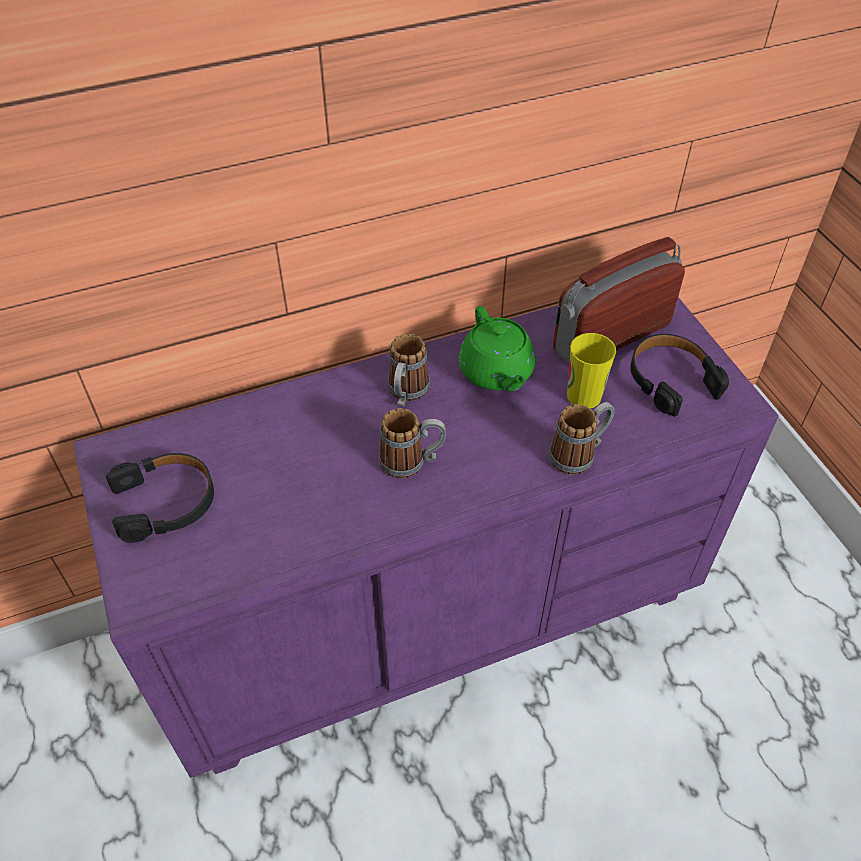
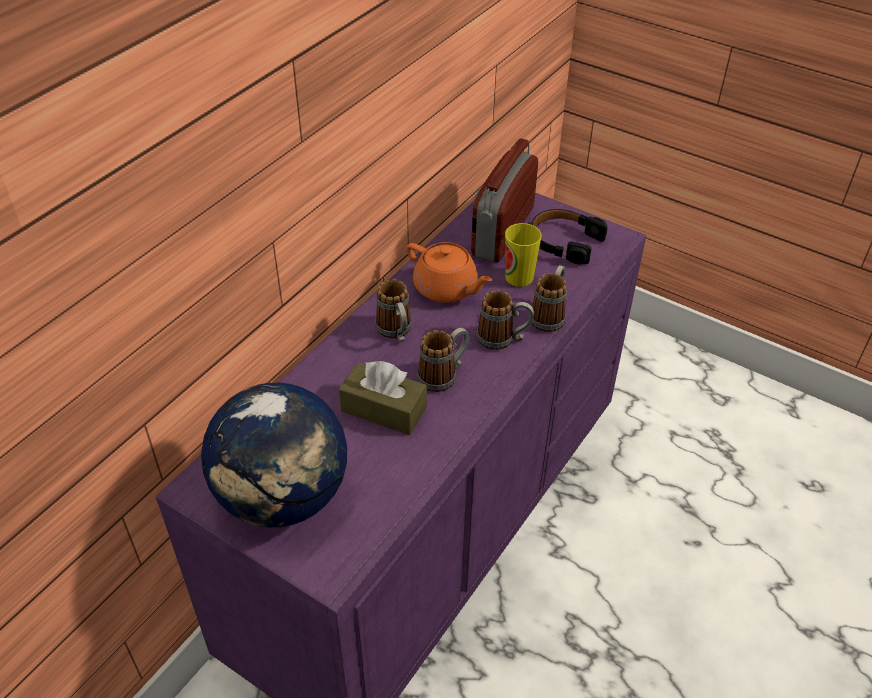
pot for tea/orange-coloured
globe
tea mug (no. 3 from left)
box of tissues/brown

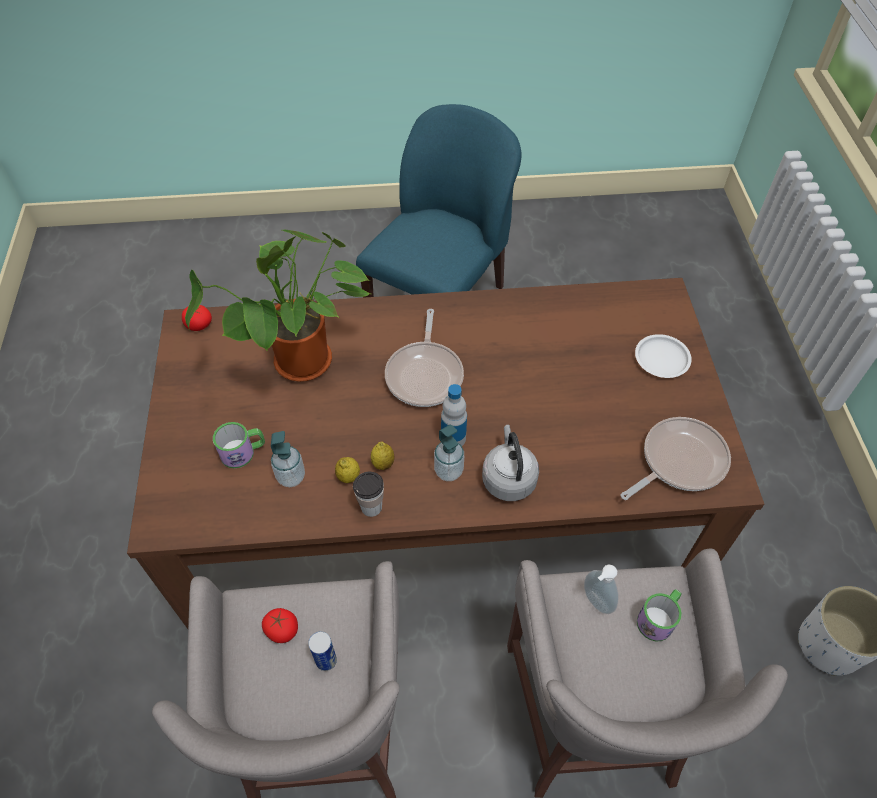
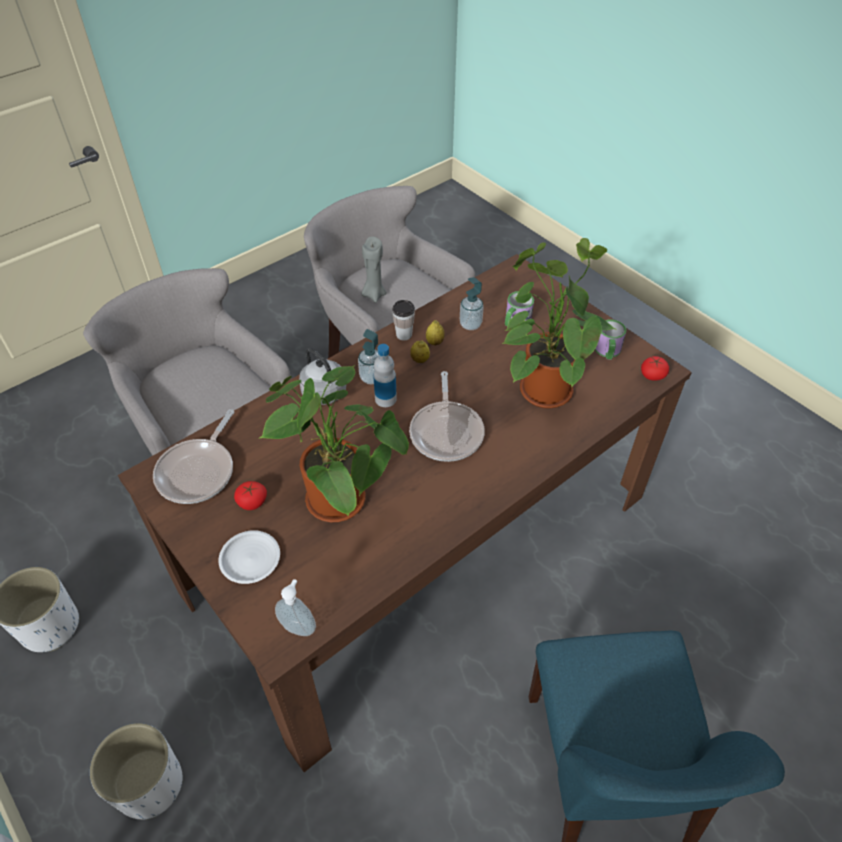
skillet (no. 2 from left)
soap dispenser (no. 1 from left)
tea mug (no. 2 from left)
whole tomato (no. 1 from left)
candle/greyish
plant in a pot (no. 1 from left)
planter/white-coloured (no. 2 from left)

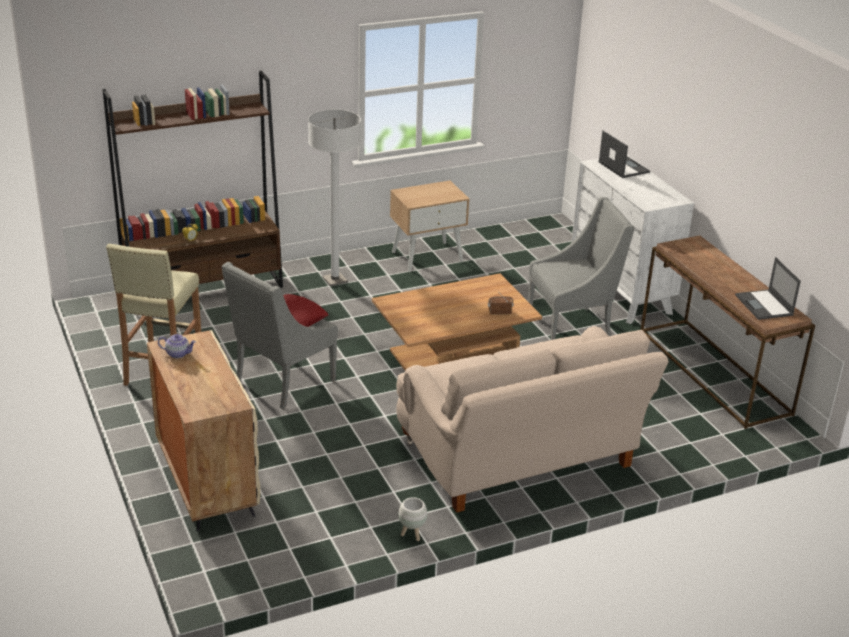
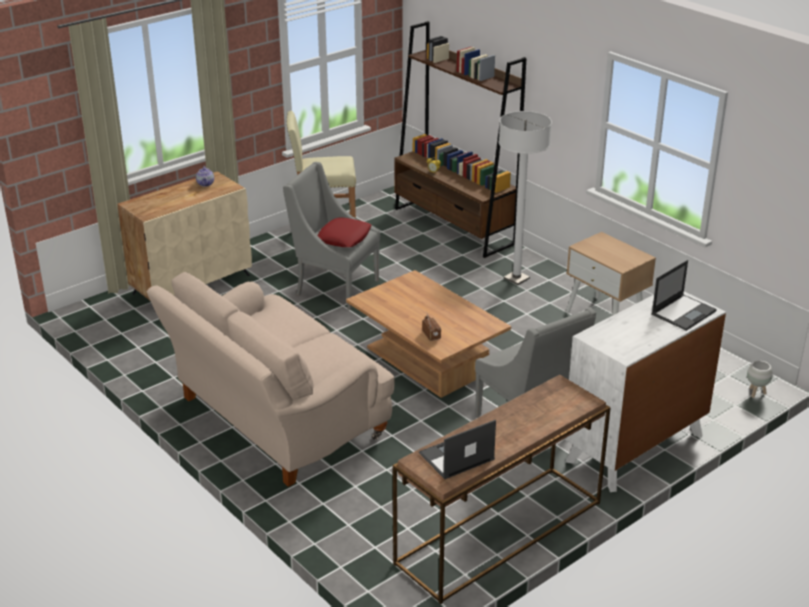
planter/white-coloured

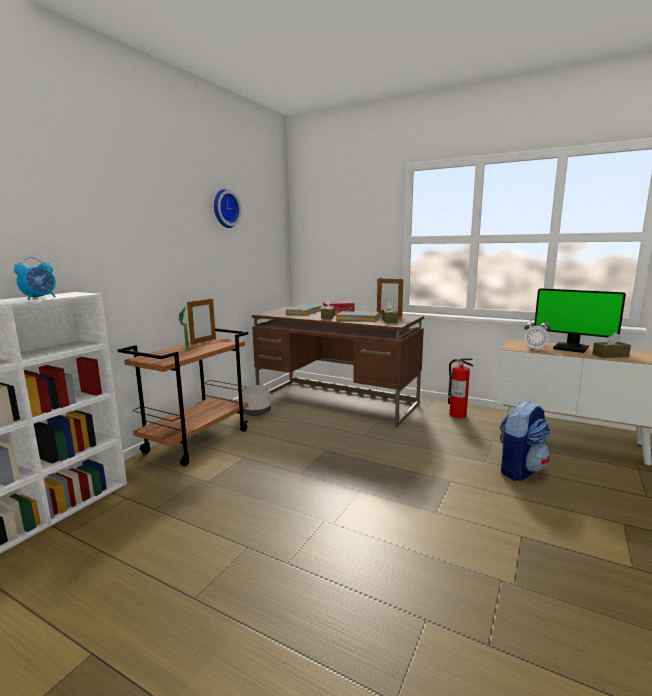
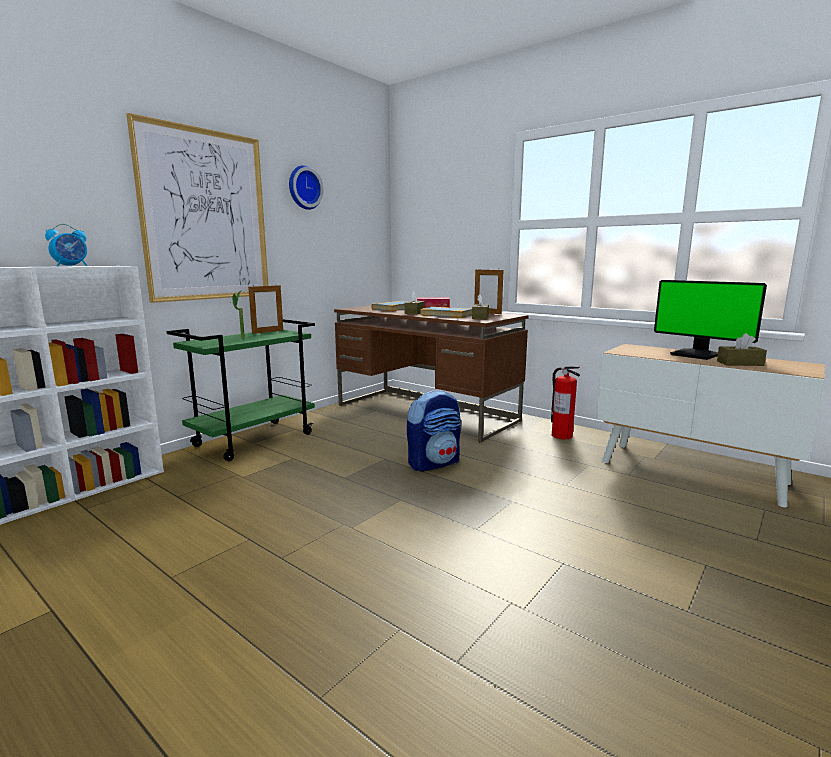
alarm clock (no. 2 from left in the first image)
cart/green-coloured
planter/greyish
knapsack
picture

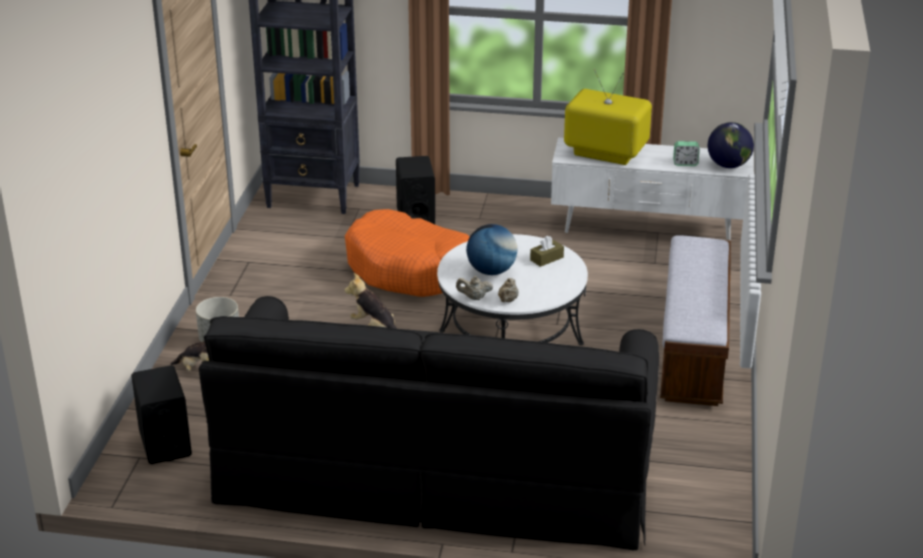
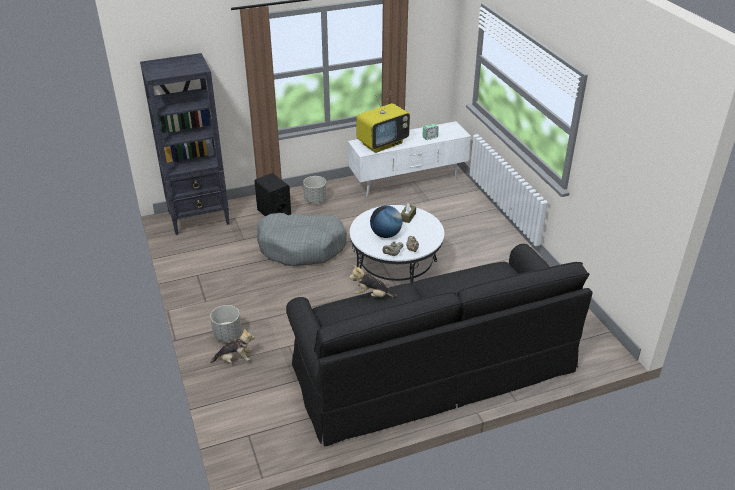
television
globe (no. 2 from left in the first image)
dog cushion/greyish
bench
audio speaker/black-coloured (no. 1 from left in the first image)
planter/greyish (no. 2 from left)

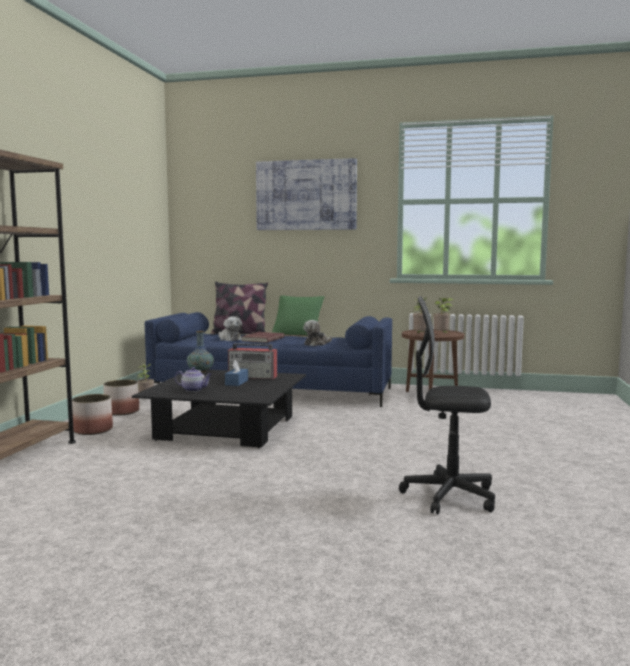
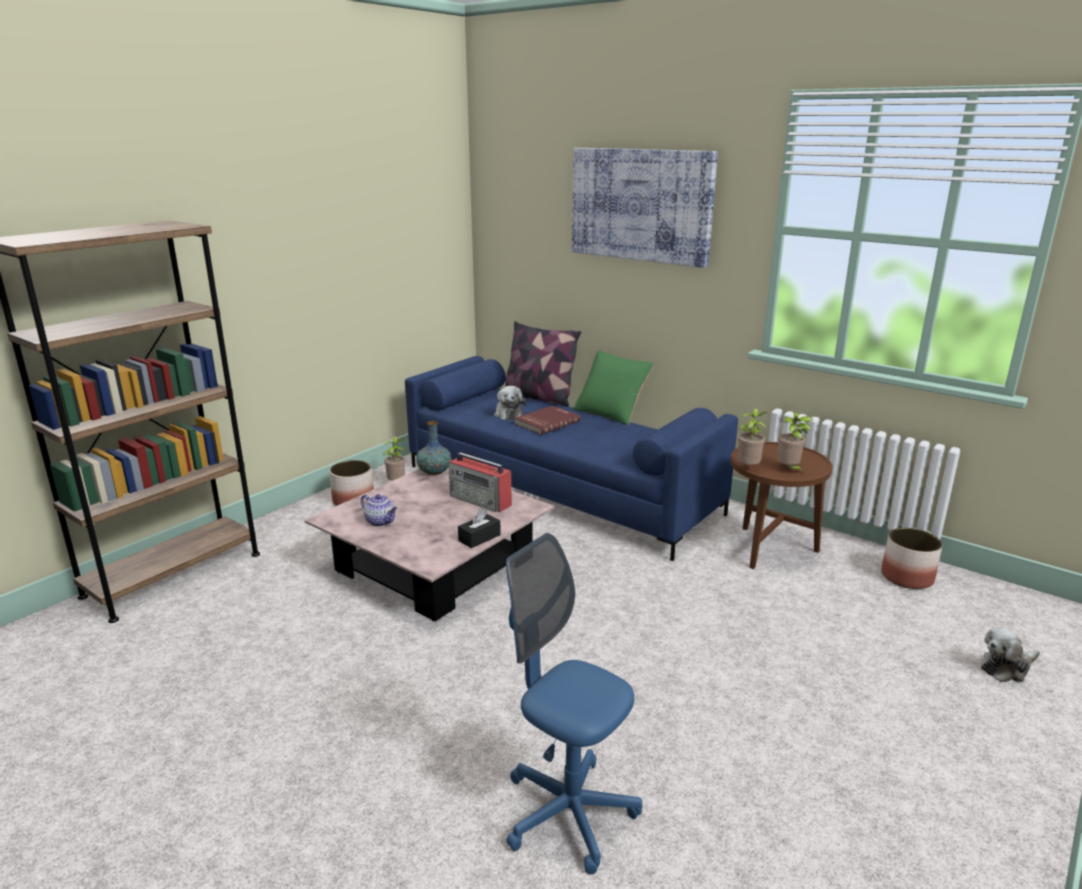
computer chair/bluish
soft toy (no. 2 from left)
box of tissues/bluish
coffee table/pink-coloured
planter (no. 2 from left)
box of tissues/black-coloured

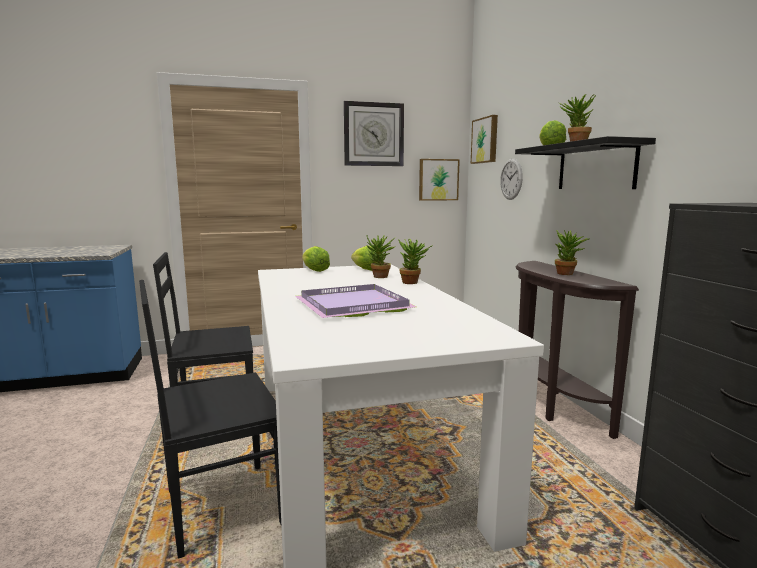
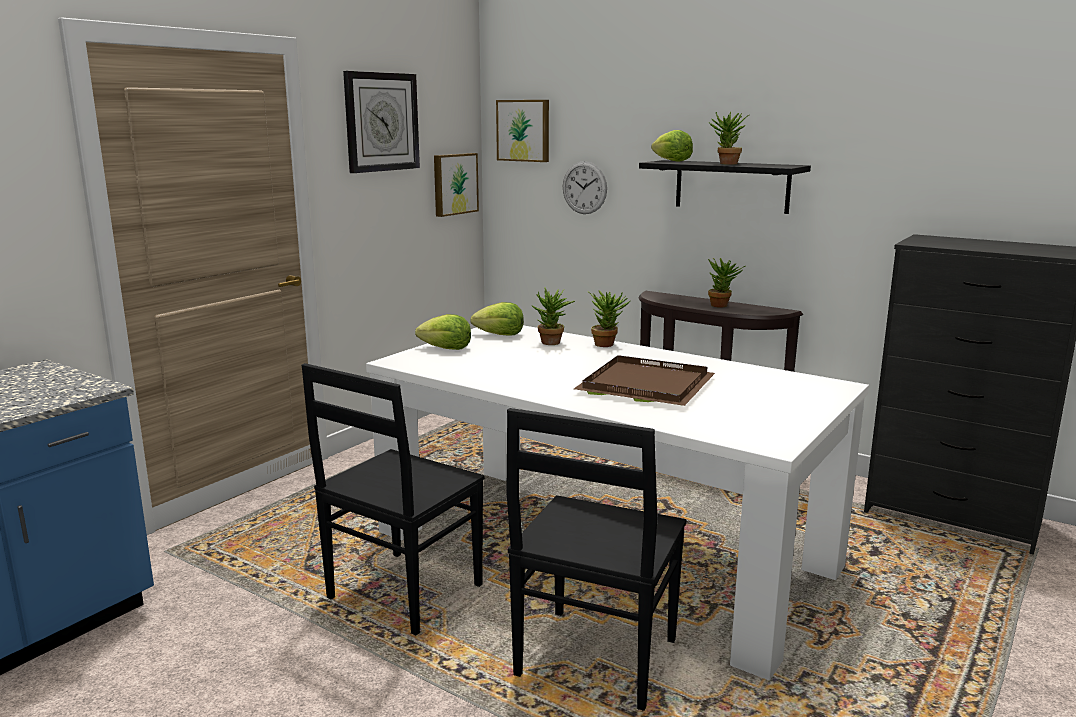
carrying tray/brown

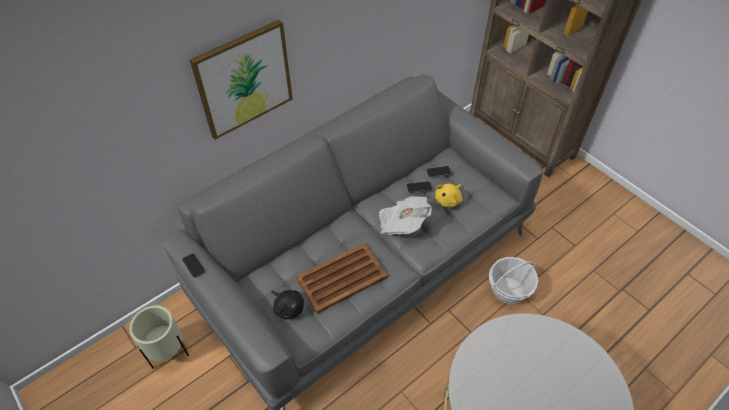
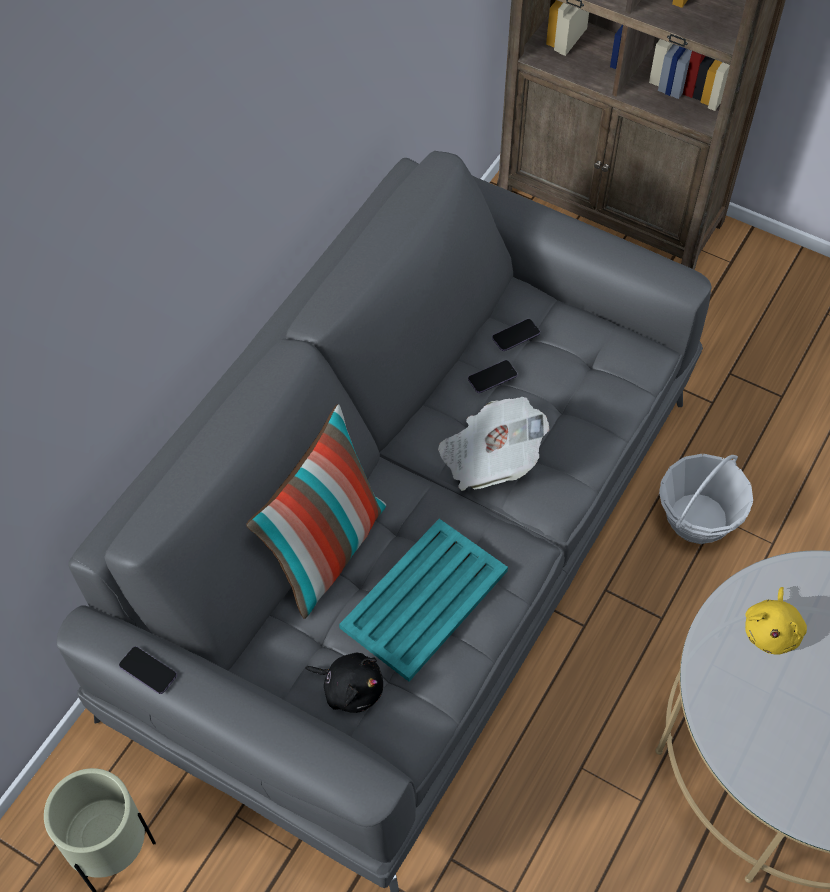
picture
soft toy/yellow
carrying tray/turquoise-coloured
cushion

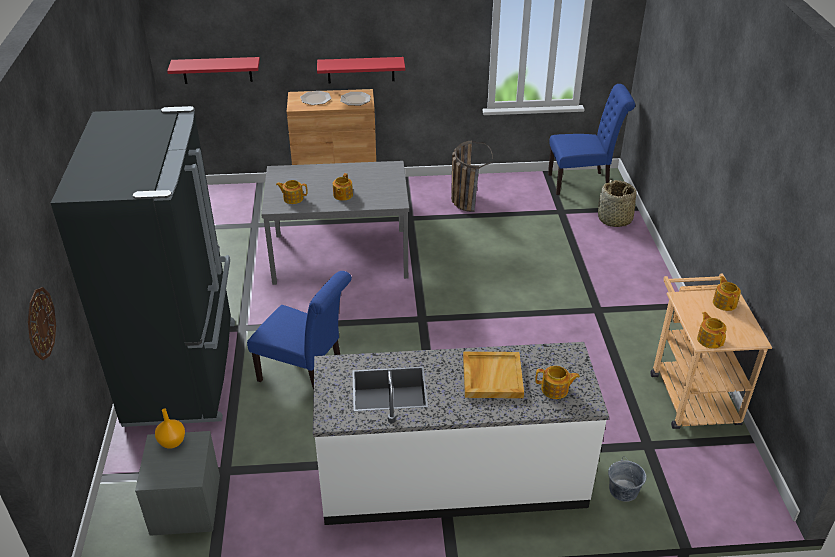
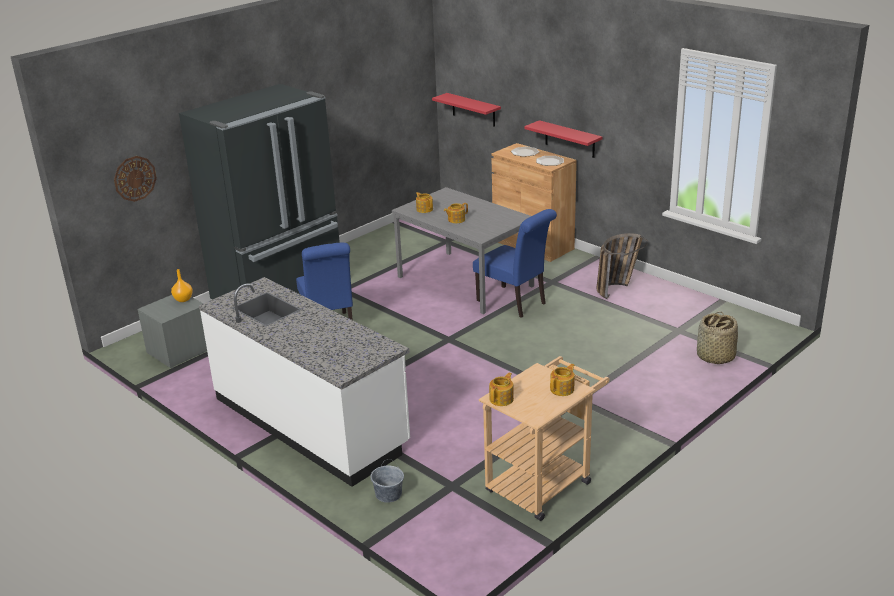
chair/bluish (no. 2 from left)
carrying tray/beige
pot for tea (no. 3 from left in the first image)

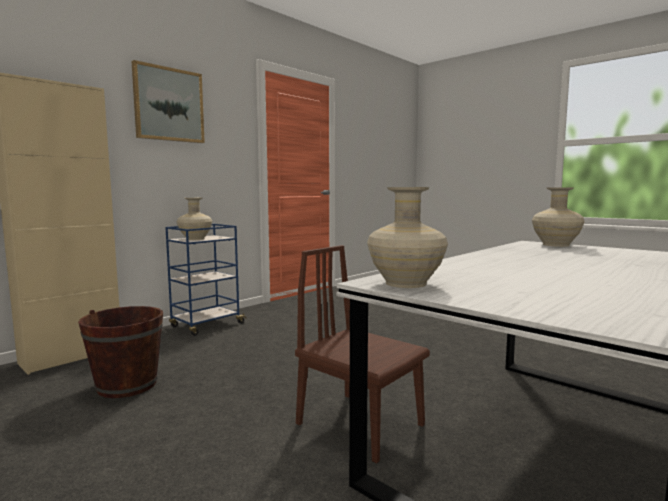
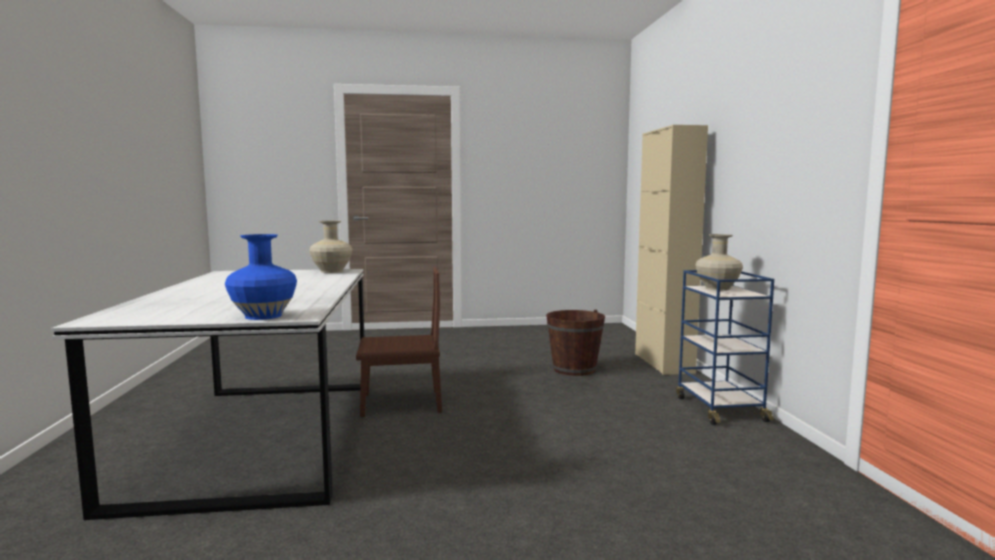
picture
flower vase/bluish

